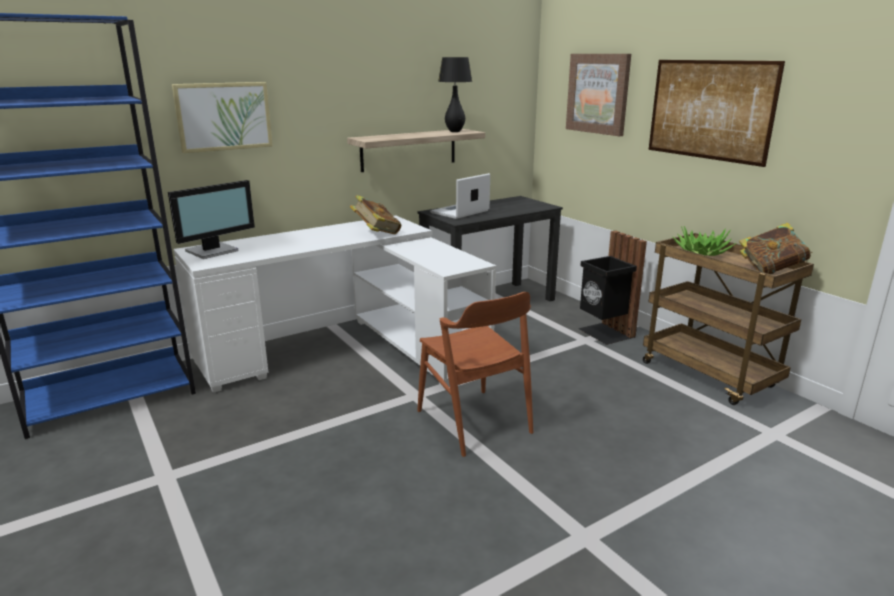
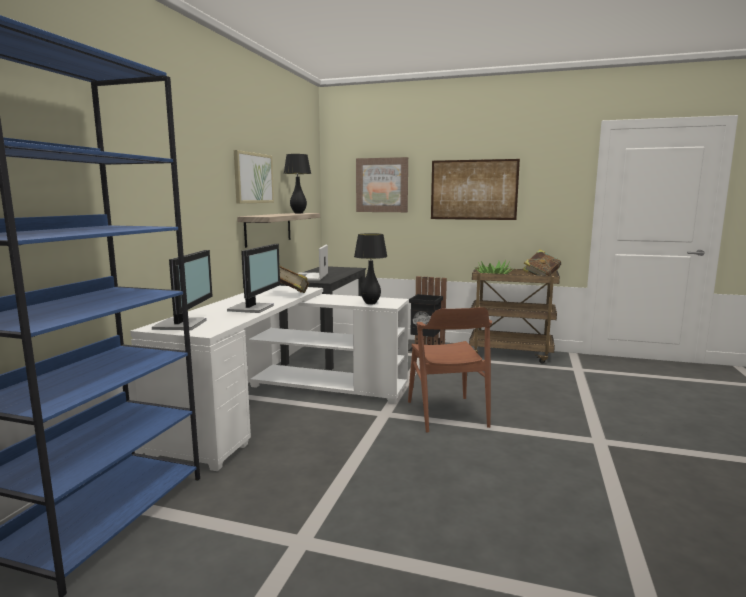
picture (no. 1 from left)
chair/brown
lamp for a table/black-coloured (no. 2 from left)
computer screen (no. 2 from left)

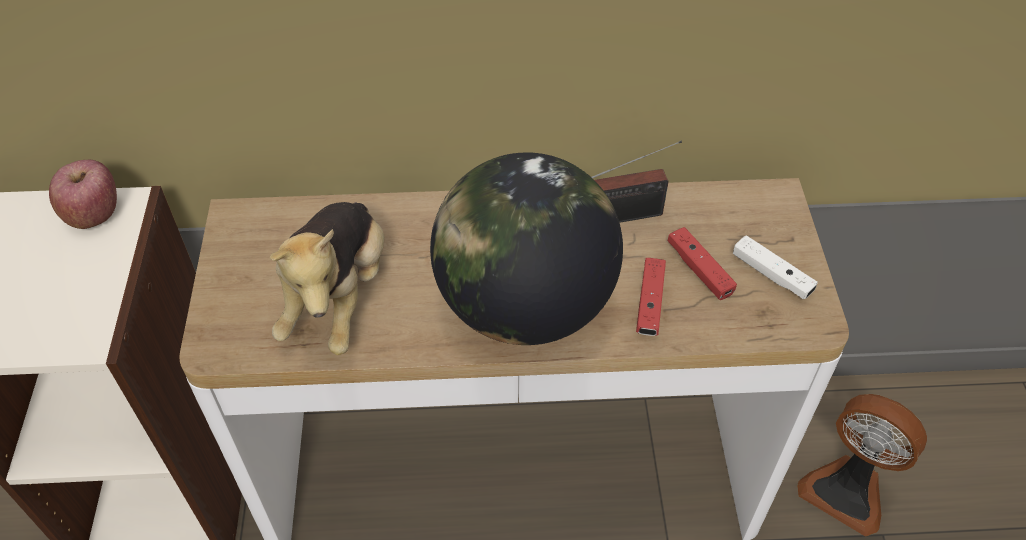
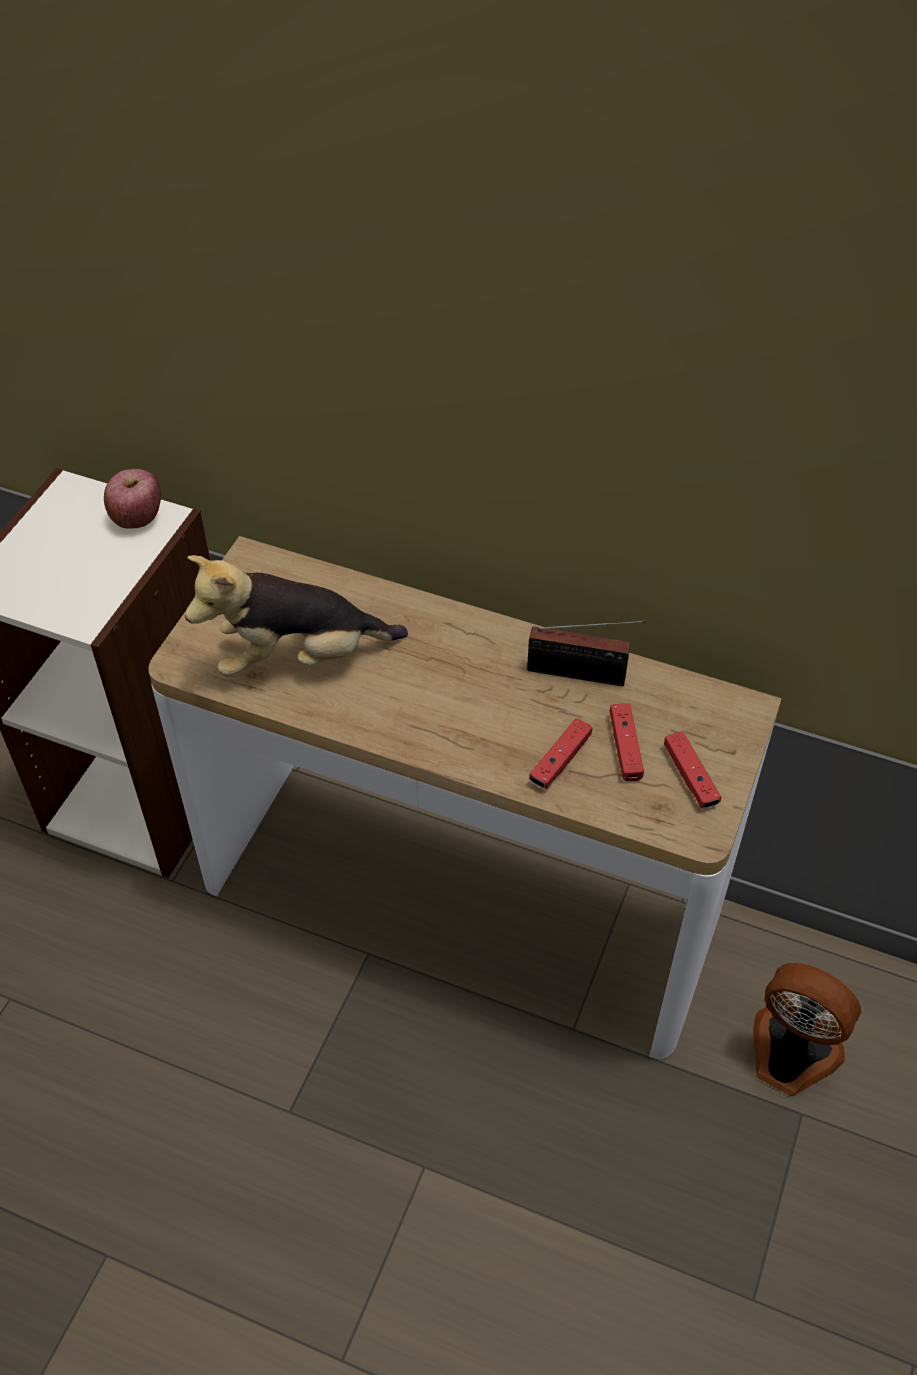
globe
soft toy
gamepad/red (no. 3 from left)
fan

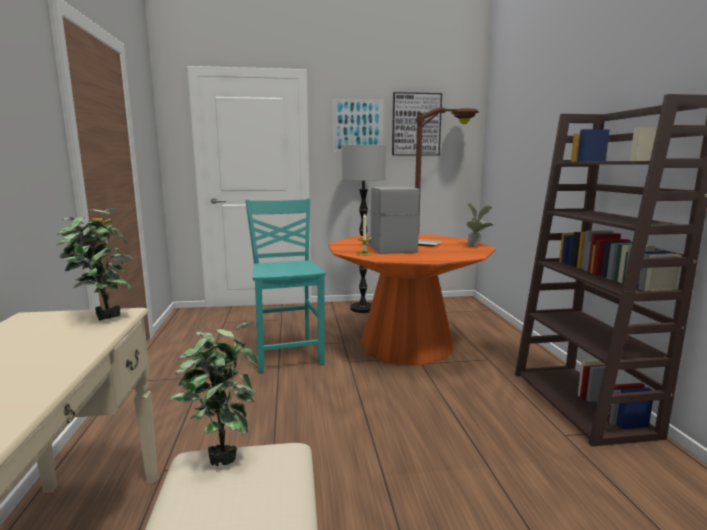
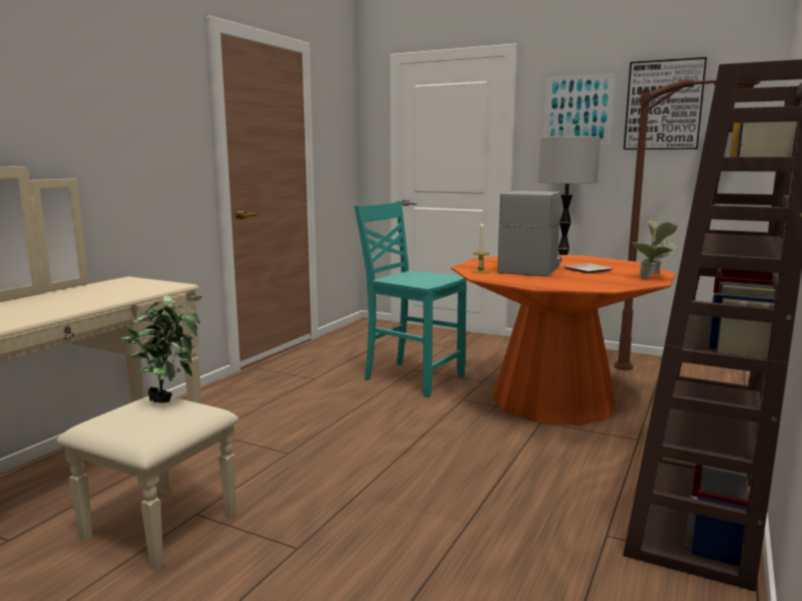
chair/turquoise-coloured
plant in a pot (no. 1 from left in the first image)

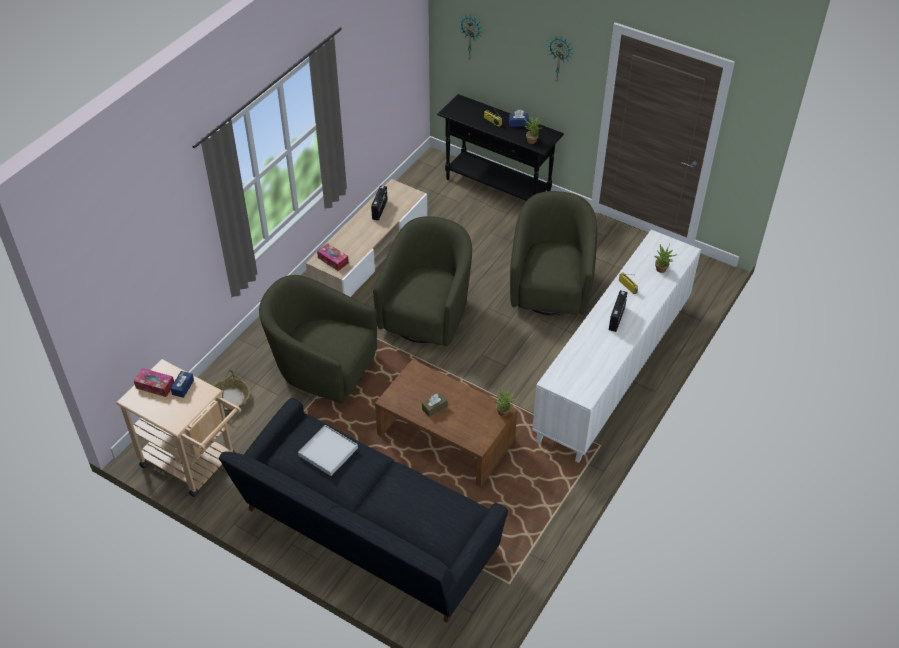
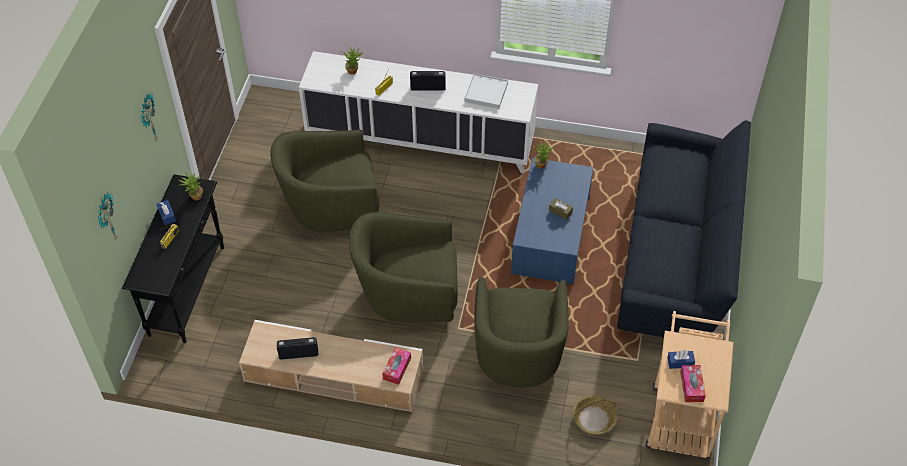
coffee table/bluish
carrying tray/white-coloured

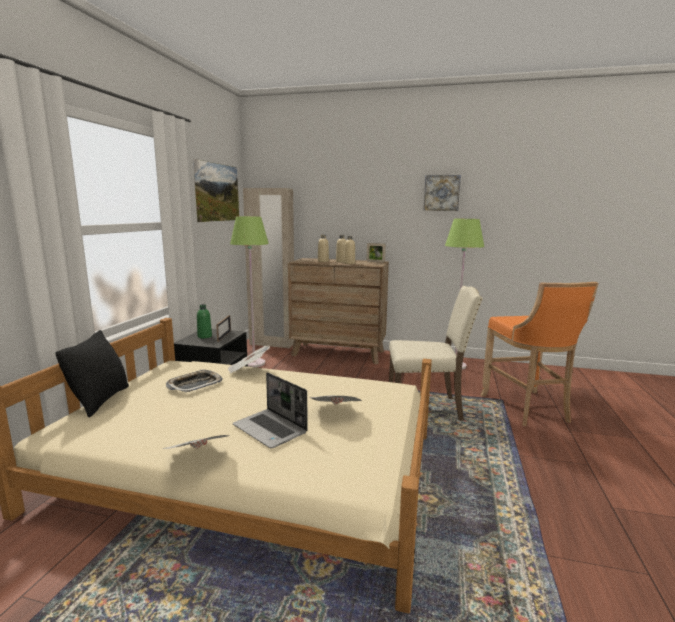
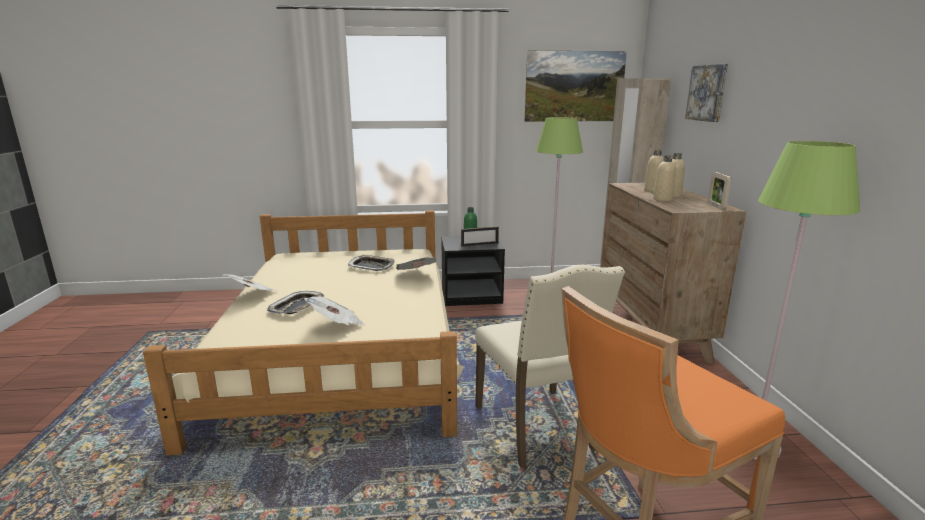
picture (no. 2 from left)
cushion/black-coloured
carrying tray (no. 1 from left)

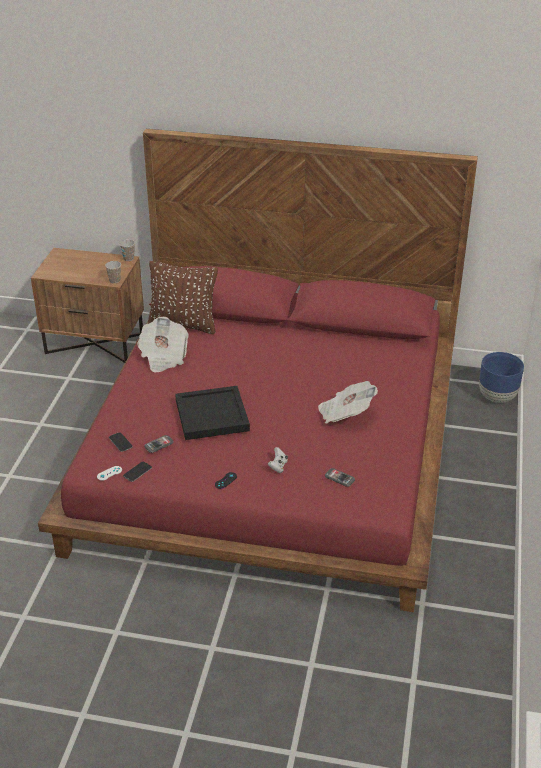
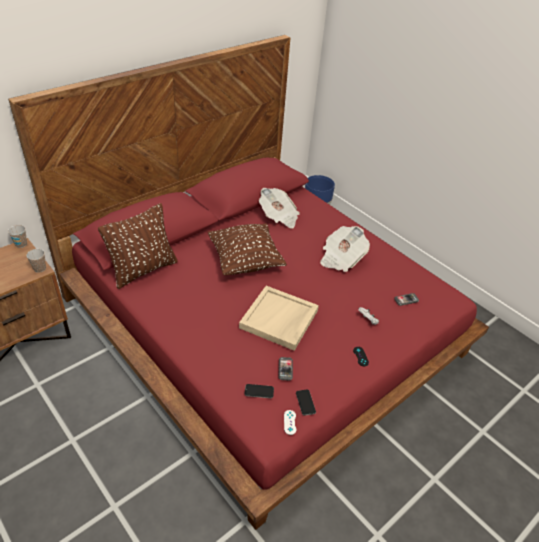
newspaper (no. 1 from left)
carrying tray/beige
cushion/brown (no. 2 from left)

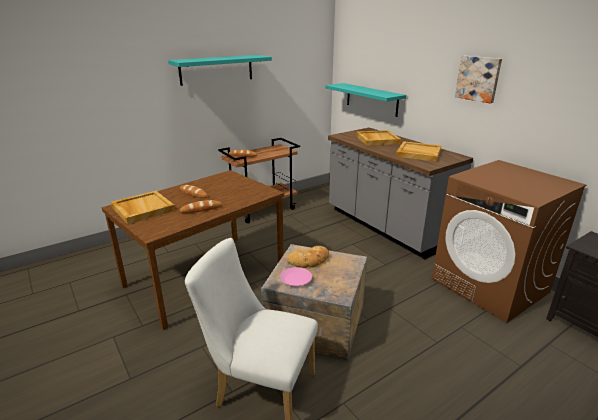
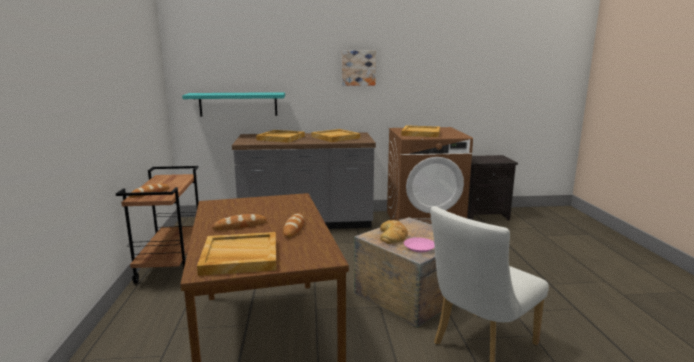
shelf/turquoise-coloured (no. 1 from left in the first image)
carrying tray/beige (no. 4 from left)

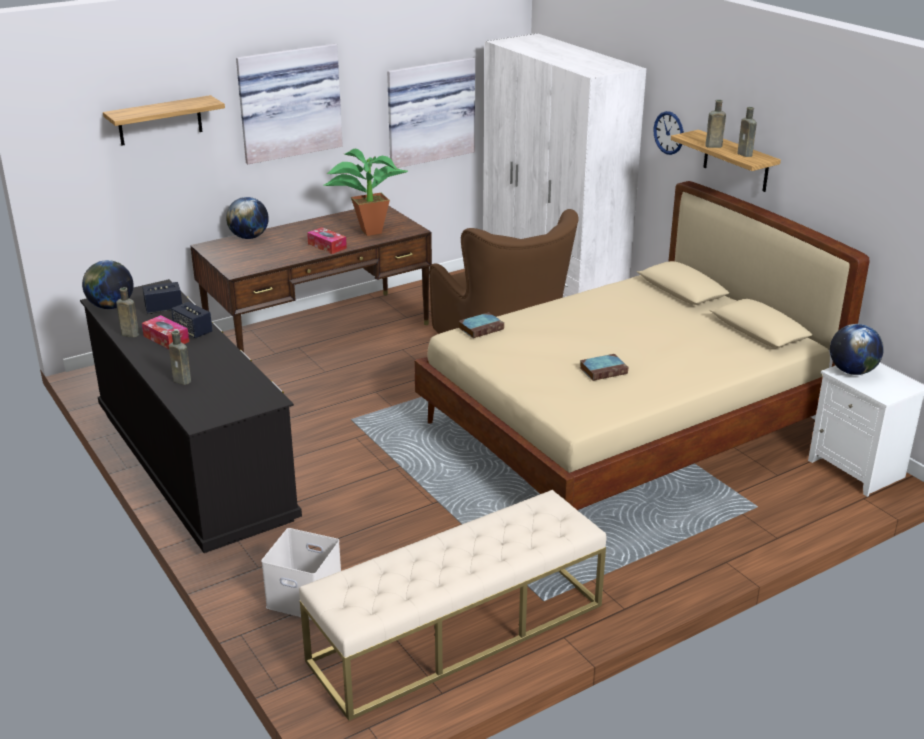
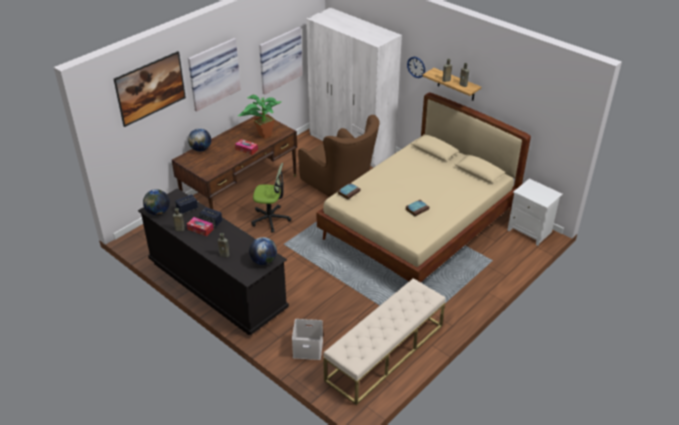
picture (no. 1 from left)
globe (no. 3 from left)
computer chair

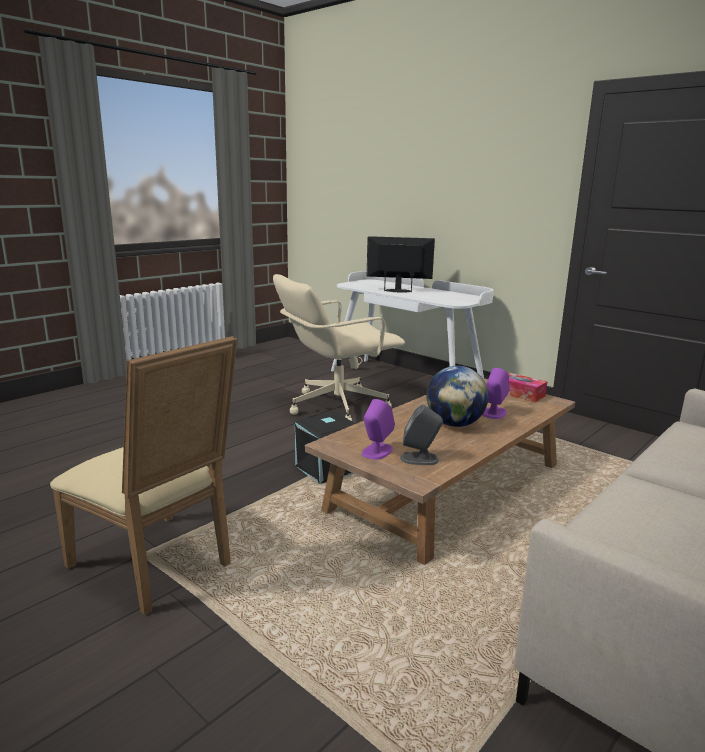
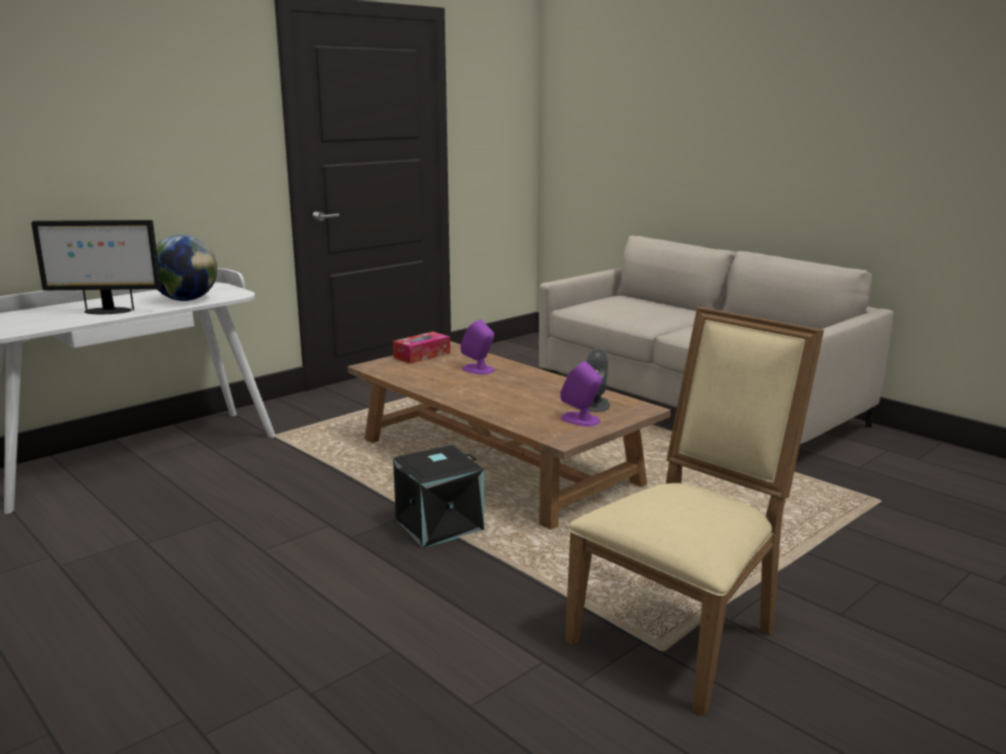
computer screen
computer chair/beige
globe

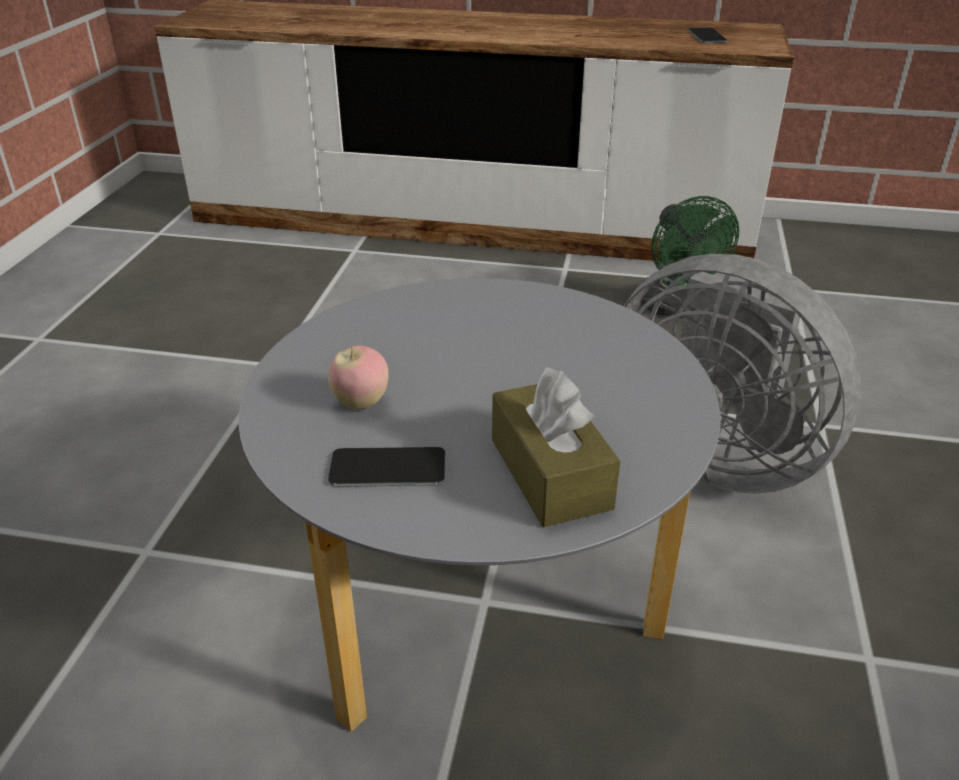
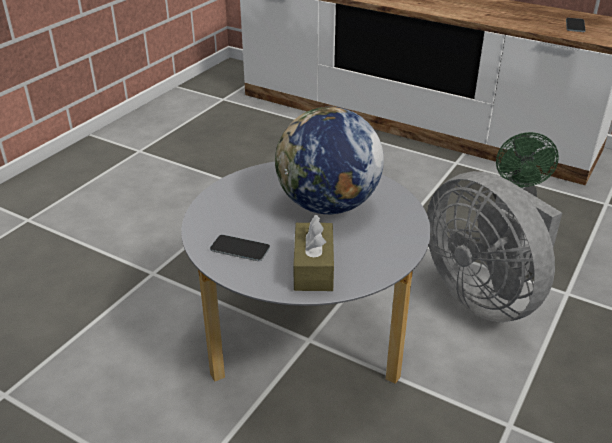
apple
globe

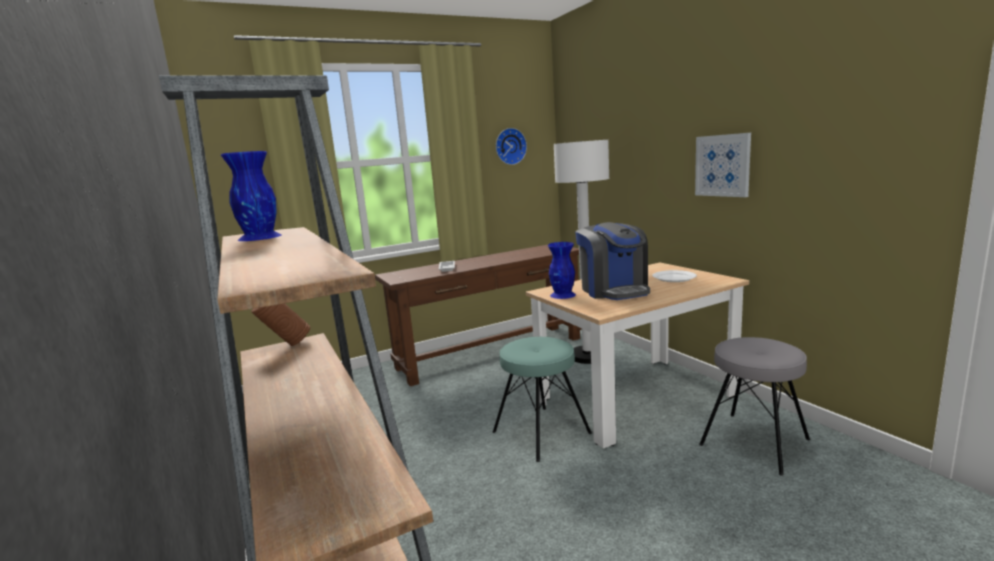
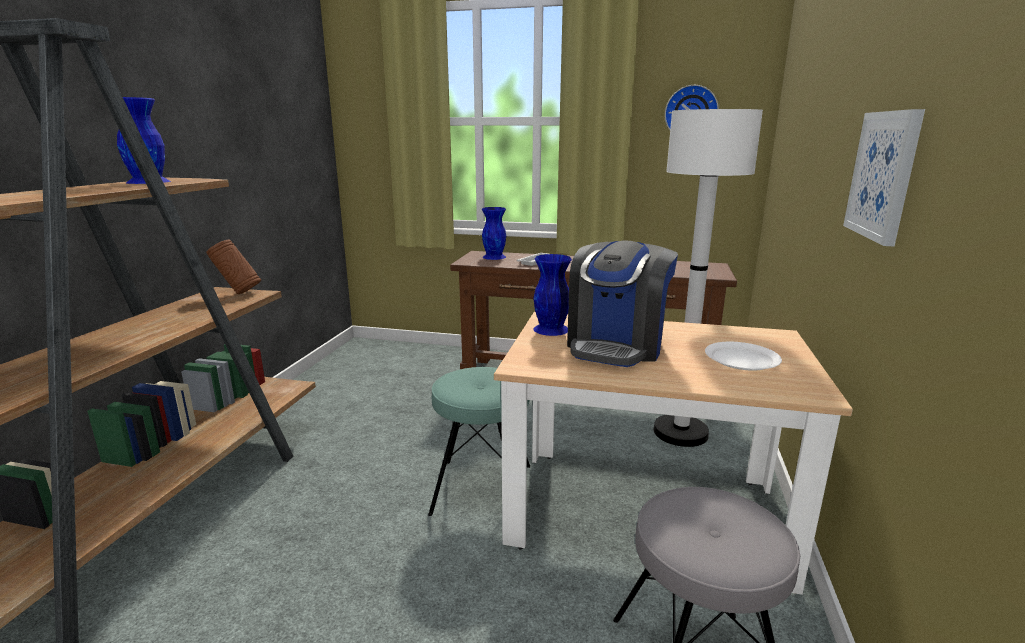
flower vase/bluish (no. 2 from left)

